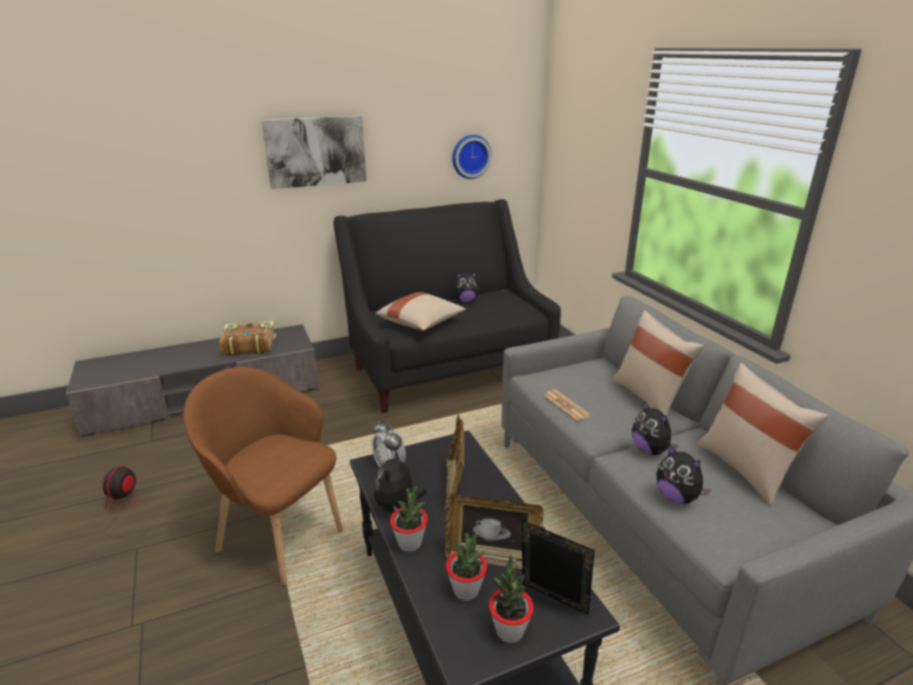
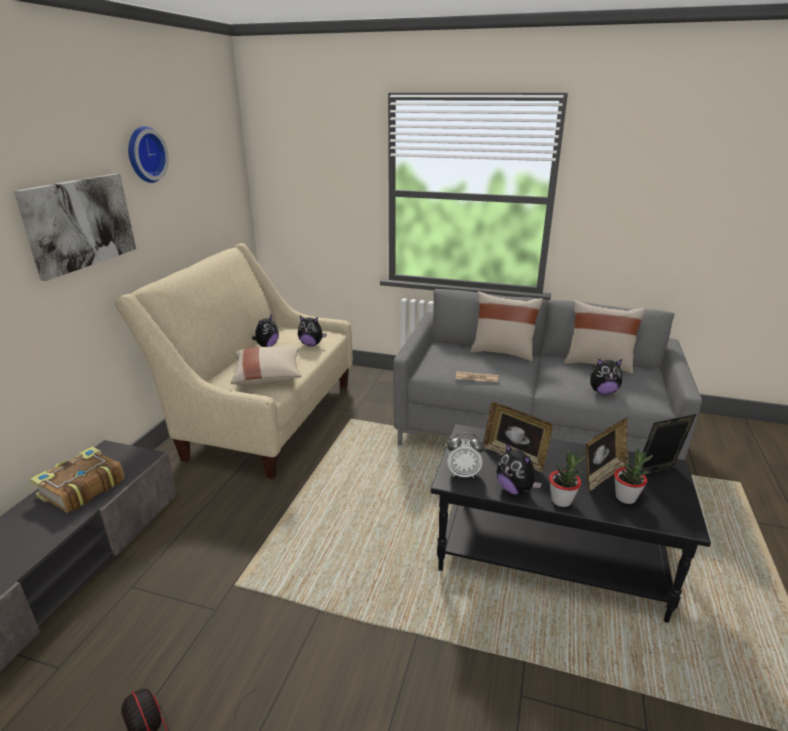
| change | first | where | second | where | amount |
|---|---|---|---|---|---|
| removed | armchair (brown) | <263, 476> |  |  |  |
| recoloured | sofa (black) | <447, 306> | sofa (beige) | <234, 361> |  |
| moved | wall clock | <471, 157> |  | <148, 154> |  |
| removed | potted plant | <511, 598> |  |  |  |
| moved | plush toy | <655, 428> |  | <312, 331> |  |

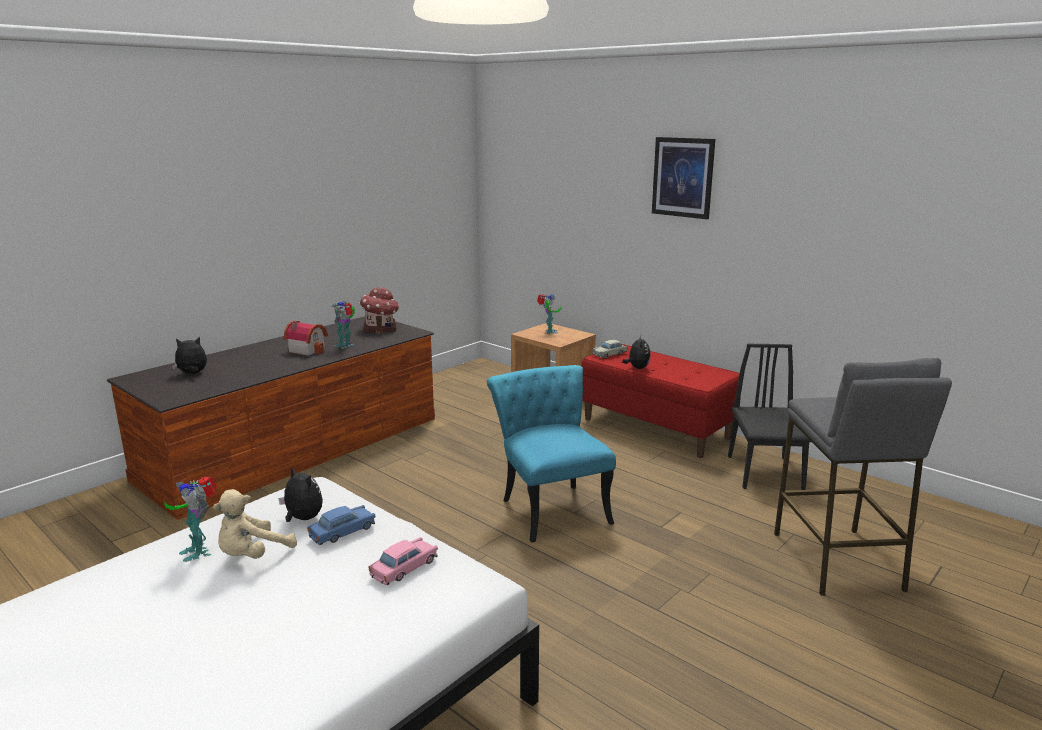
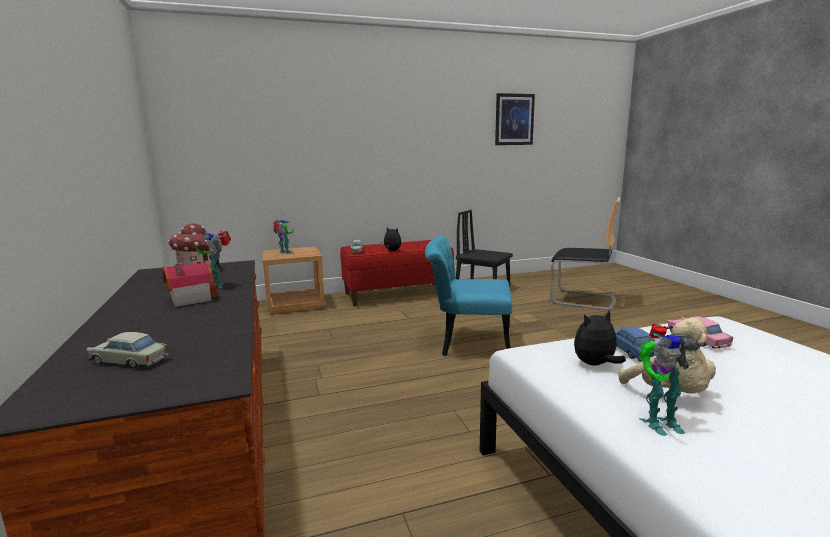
| change | first | where | second | where | amount |
|---|---|---|---|---|---|
| replaced | plush toy | <189, 355> | toy car (beige) | <127, 350> |  |
| moved | picture | <683, 178> |  | <515, 119> |  |
| replaced | stool (grey) | <863, 477> | chair | <585, 254> |  |

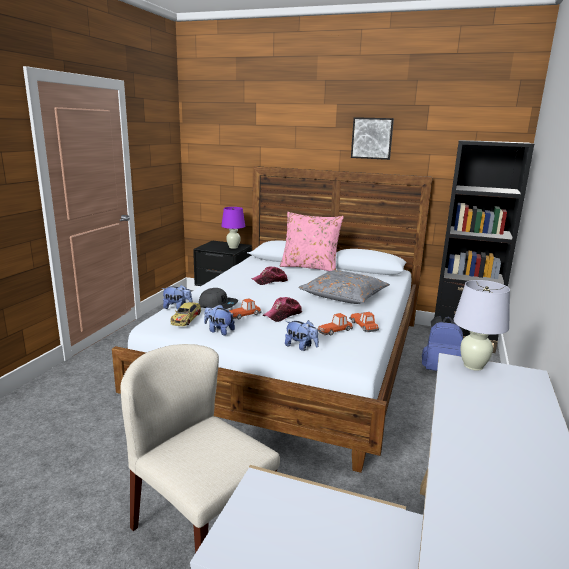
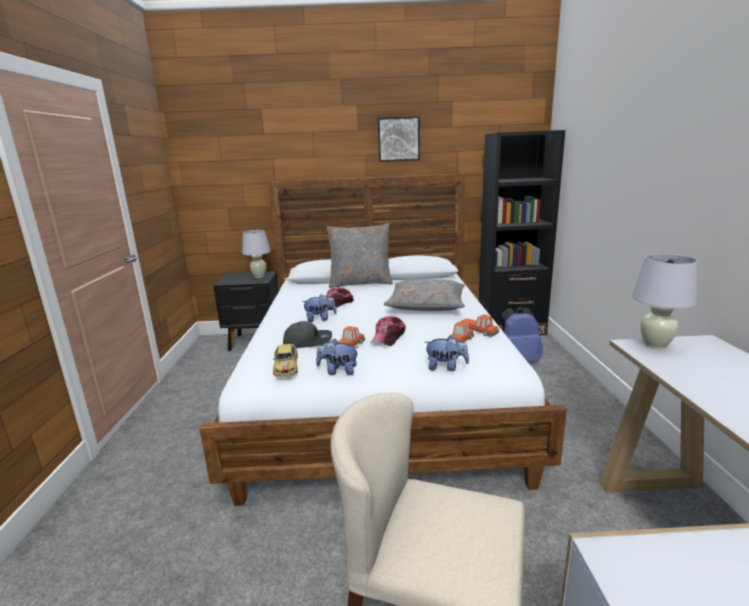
| change | first | where | second | where | amount |
|---|---|---|---|---|---|
| moved | plush toy | <177, 297> |  | <319, 308> |  |
| recoloured | table lamp (purple) | <233, 228> | table lamp (white) | <256, 254> |  |
| recoloured | pillow (pink) | <312, 241> | pillow (grey) | <359, 255> |  |

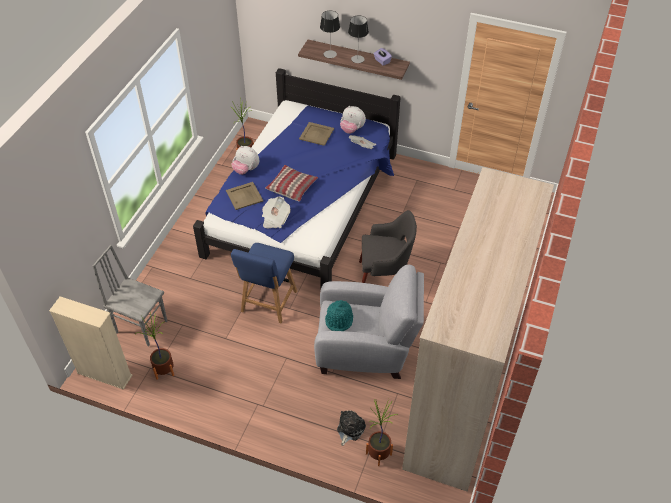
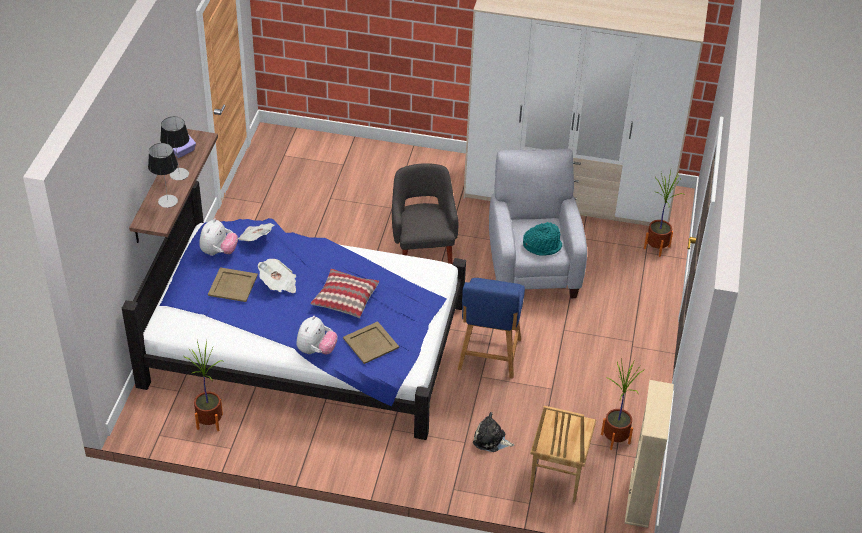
| change | first | where | second | where | amount |
|---|---|---|---|---|---|
| recoloured | chair (grey) | <130, 295> | chair (brown) | <563, 454> |  |
| turned | chair (blue) | <264, 283> |  | <491, 328> | 90 degrees clockwise |
| moved | newspaper | <276, 212> |  | <277, 276> |  |
| moved | plush toy | <351, 428> |  | <494, 432> |  |

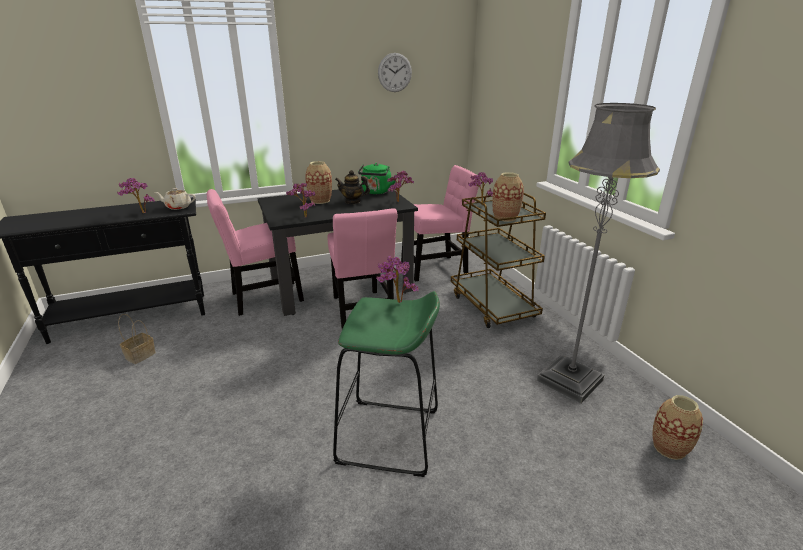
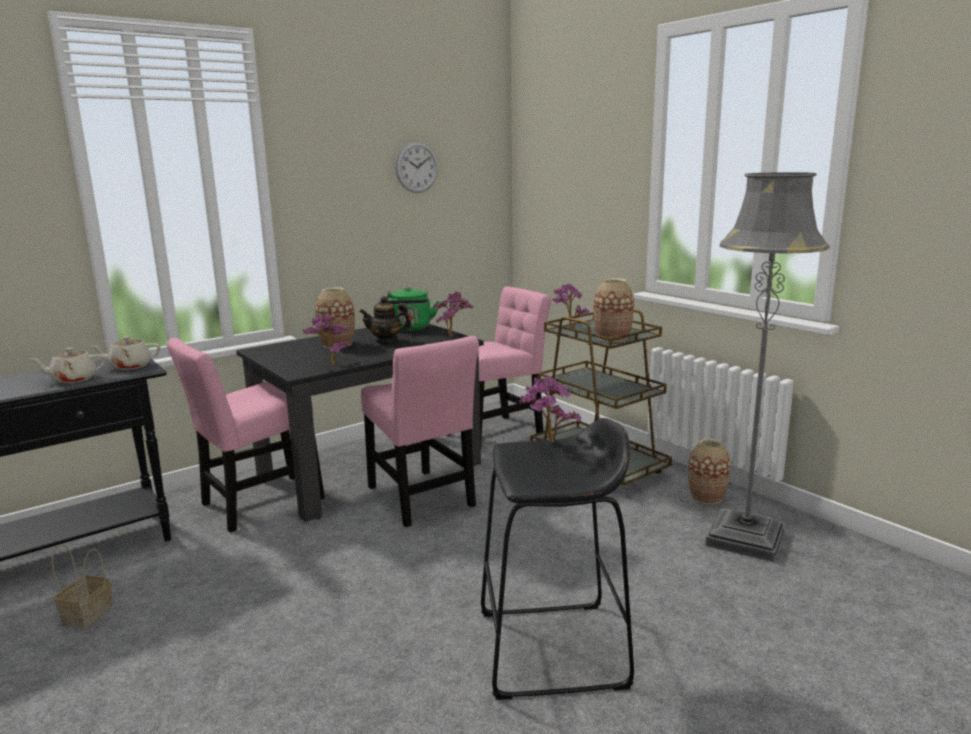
| change | first | where | second | where | amount |
|---|---|---|---|---|---|
| replaced | potted plant | <136, 195> | teapot (beige) | <68, 365> |  |
| recoloured | stool (green) | <386, 384> | stool (black) | <557, 559> |  |
| moved | vase | <677, 427> |  | <709, 471> |  |

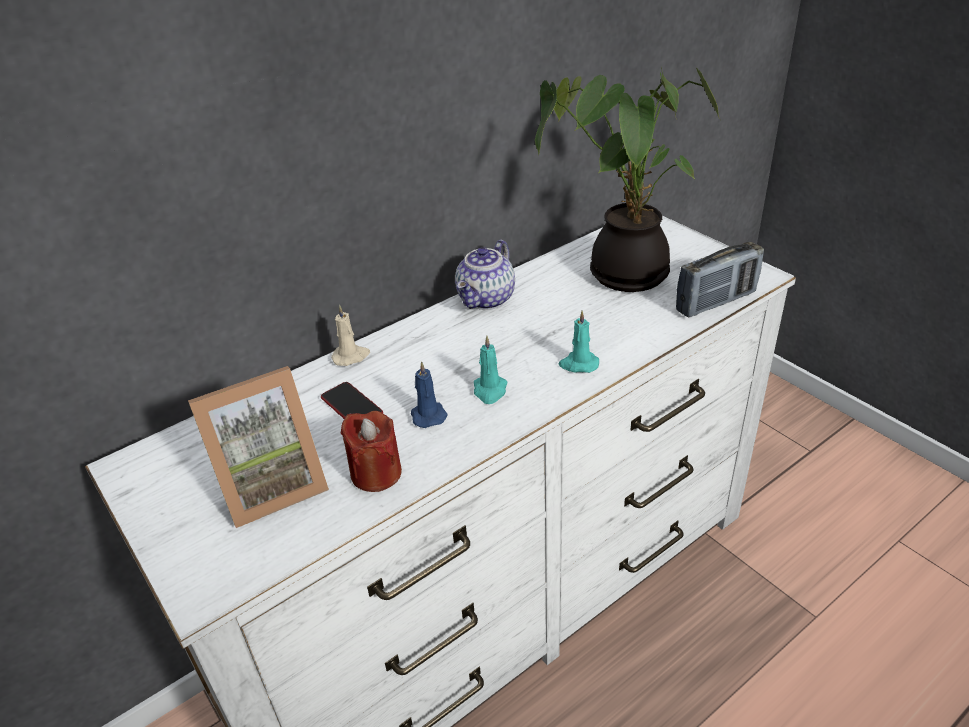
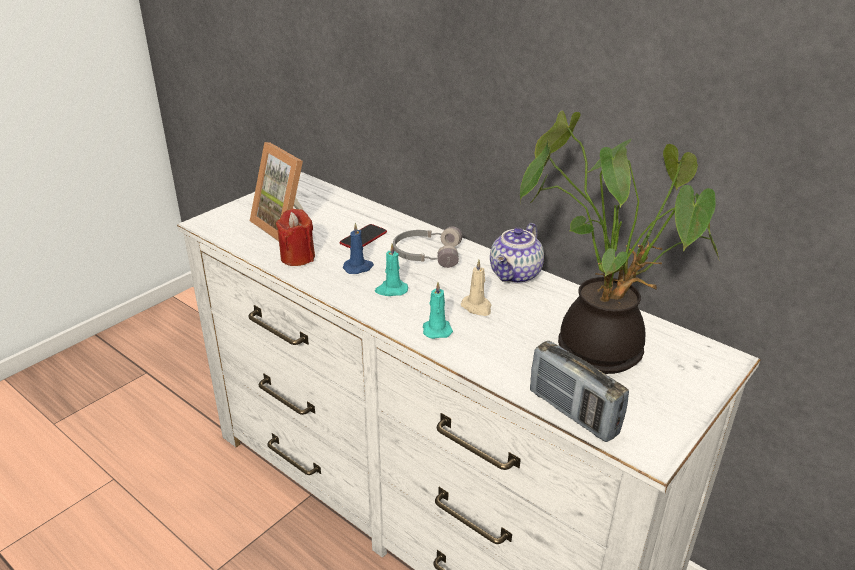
| change | first | where | second | where | amount |
|---|---|---|---|---|---|
| moved | candle (beige) | <350, 335> |  | <476, 288> |  |
| turned | teapot | <485, 274> |  | <517, 253> | 75 degrees counterclockwise |
| added |  |  | headphones (grey) | <427, 247> |  |

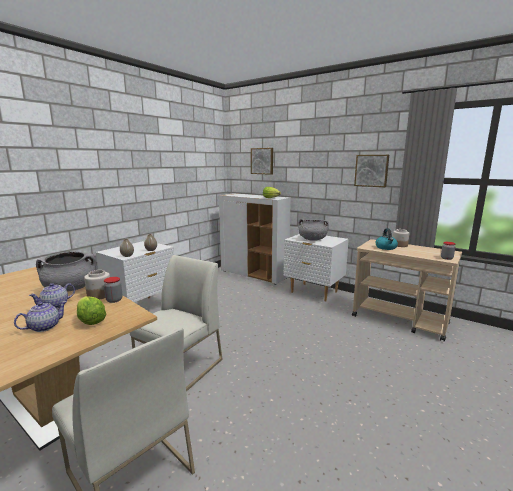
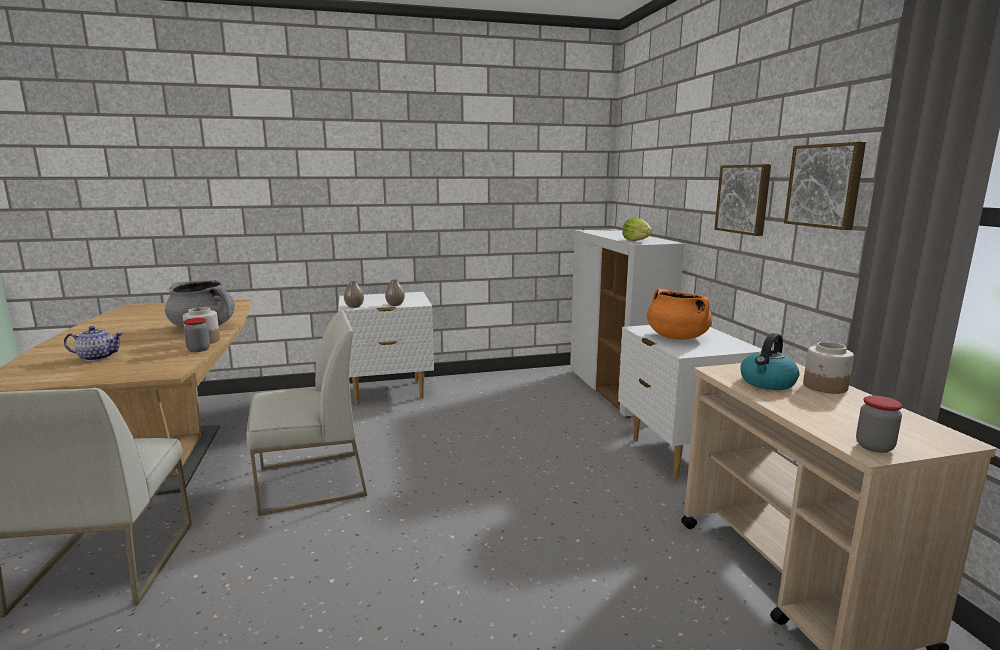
| change | first | where | second | where | amount |
|---|---|---|---|---|---|
| removed | teapot | <52, 295> |  |  |  |
| removed | lettuce | <91, 310> |  |  |  |
| moved | picture | <262, 161> |  | <742, 200> |  |
| recoloured | cooking pot (grey) | <313, 230> | cooking pot (orange) | <679, 314> |  |

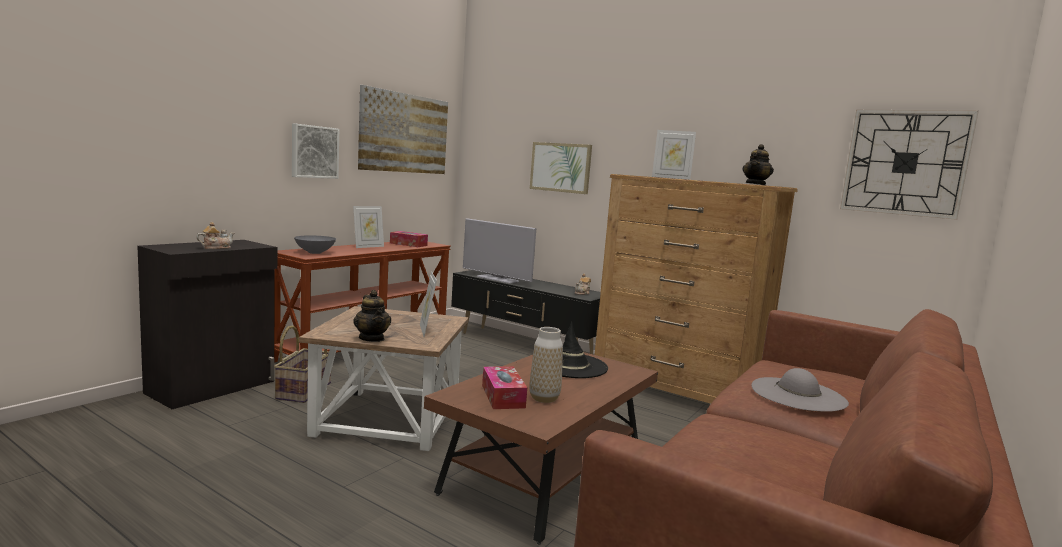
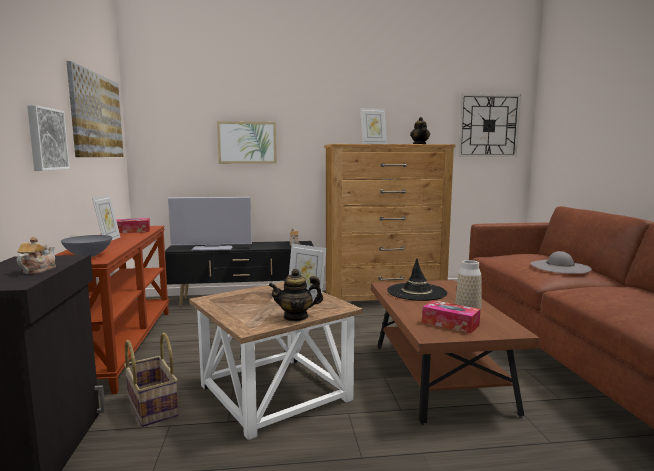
| change | first | where | second | where | amount |
|---|---|---|---|---|---|
| turned | teapot | <372, 316> |  | <295, 295> | 150 degrees clockwise |

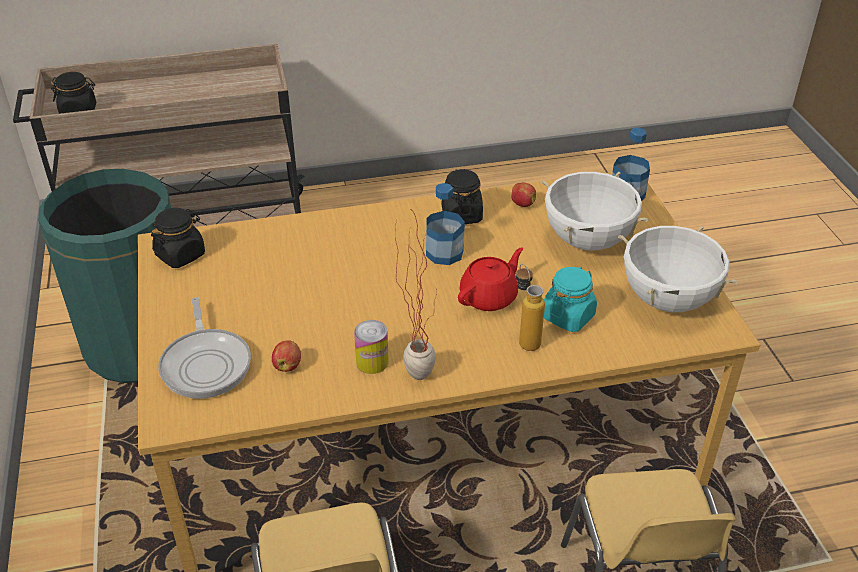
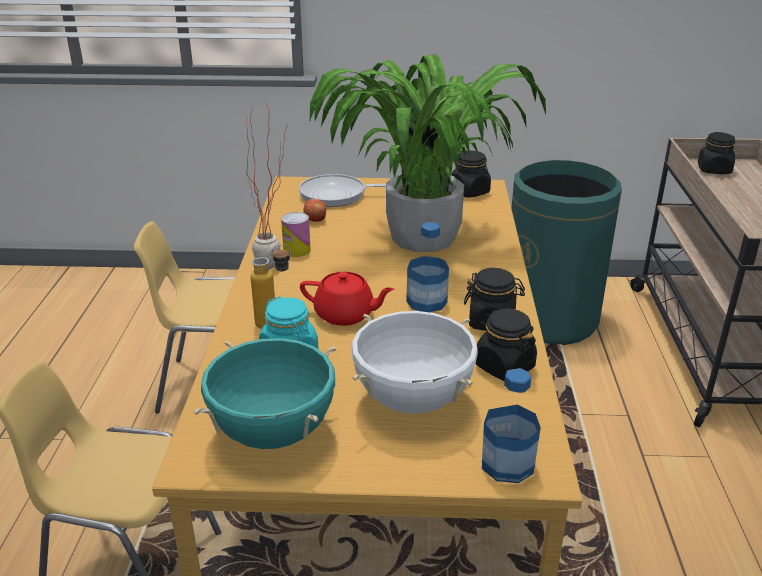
| change | first | where | second | where | amount |
|---|---|---|---|---|---|
| turned | teapot (red) | <490, 279> |  | <347, 299> | 45 degrees counterclockwise |
| replaced | apple | <524, 194> | jar (black) | <506, 345> |  |
| recoloured | cooking pot (white) | <678, 269> | cooking pot (turquoise) | <265, 393> |  |
| added |  |  | potted plant | <428, 153> |  |

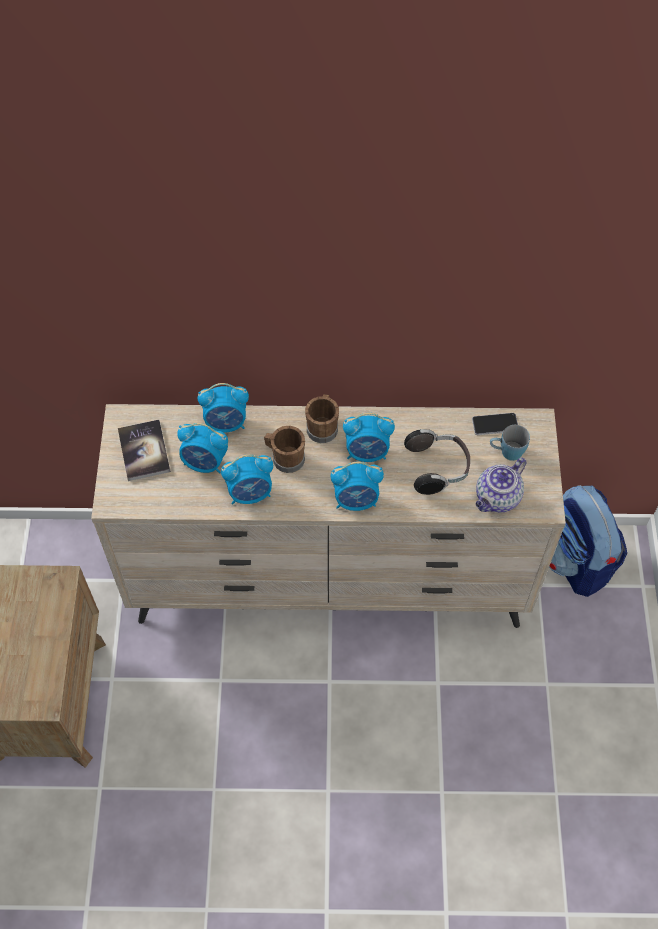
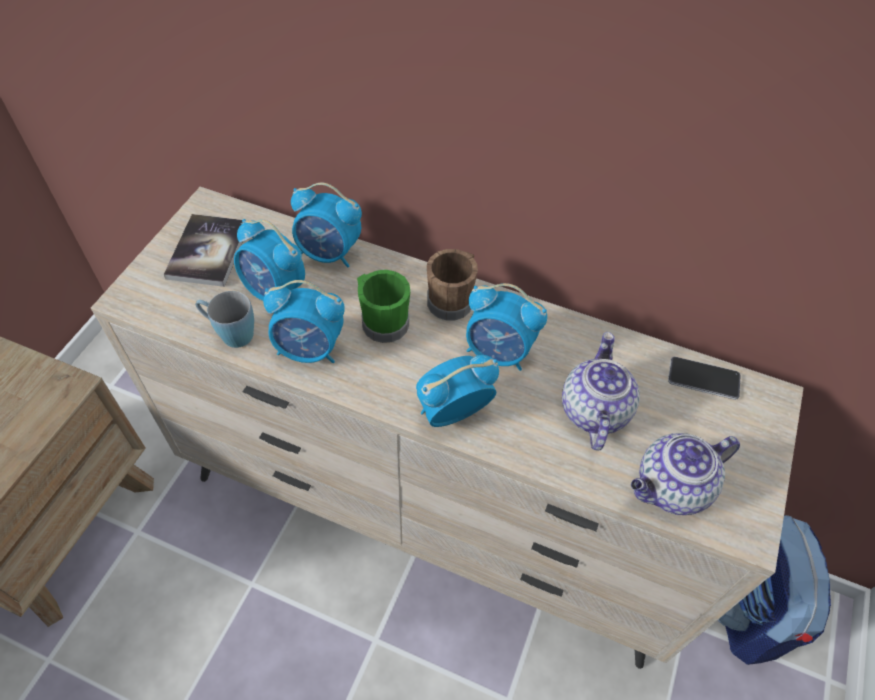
| change | first | where | second | where | amount |
|---|---|---|---|---|---|
| recoloured | mug (brown) | <284, 449> | mug (green) | <383, 306> |  |
| turned | alarm clock | <357, 486> |  | <457, 391> | 135 degrees clockwise |
| replaced | headphones | <437, 462> | teapot | <601, 391> |  |
| moved | mug (blue) | <510, 443> |  | <224, 319> |  |

